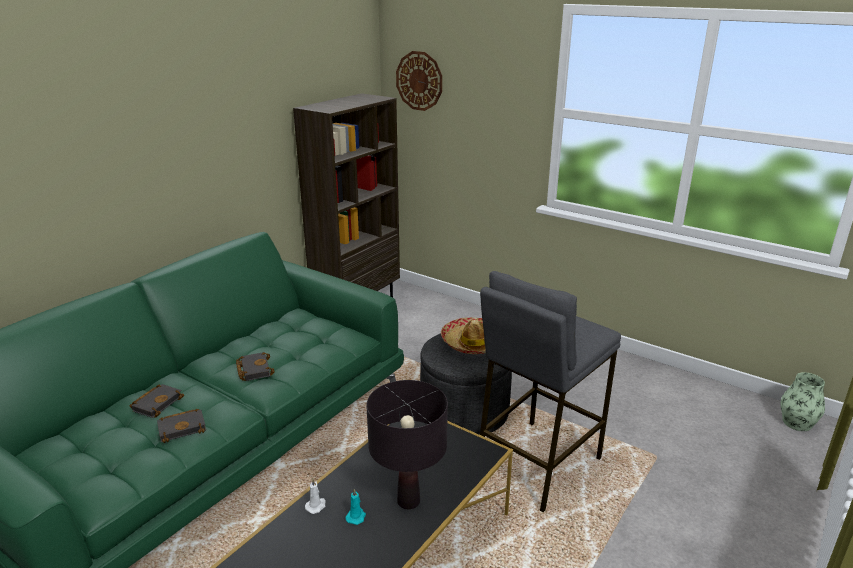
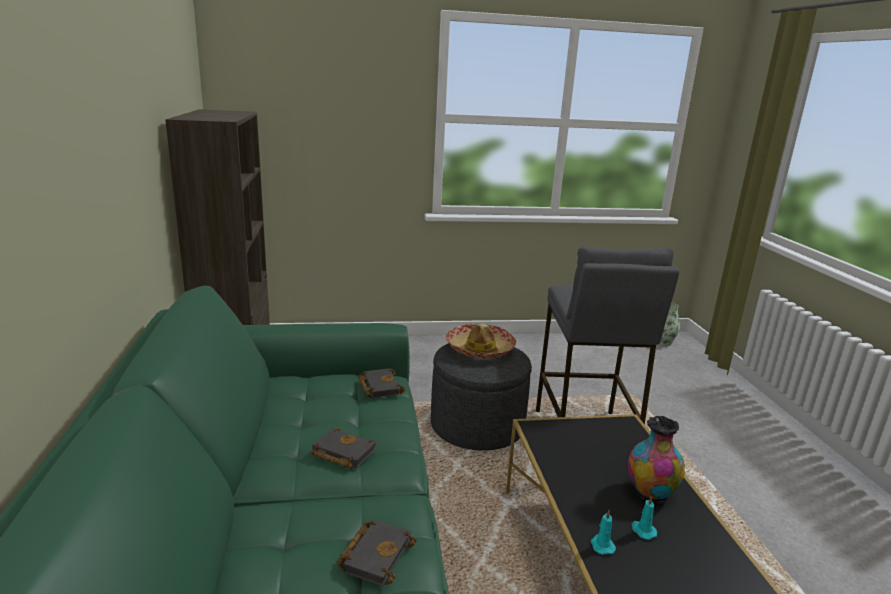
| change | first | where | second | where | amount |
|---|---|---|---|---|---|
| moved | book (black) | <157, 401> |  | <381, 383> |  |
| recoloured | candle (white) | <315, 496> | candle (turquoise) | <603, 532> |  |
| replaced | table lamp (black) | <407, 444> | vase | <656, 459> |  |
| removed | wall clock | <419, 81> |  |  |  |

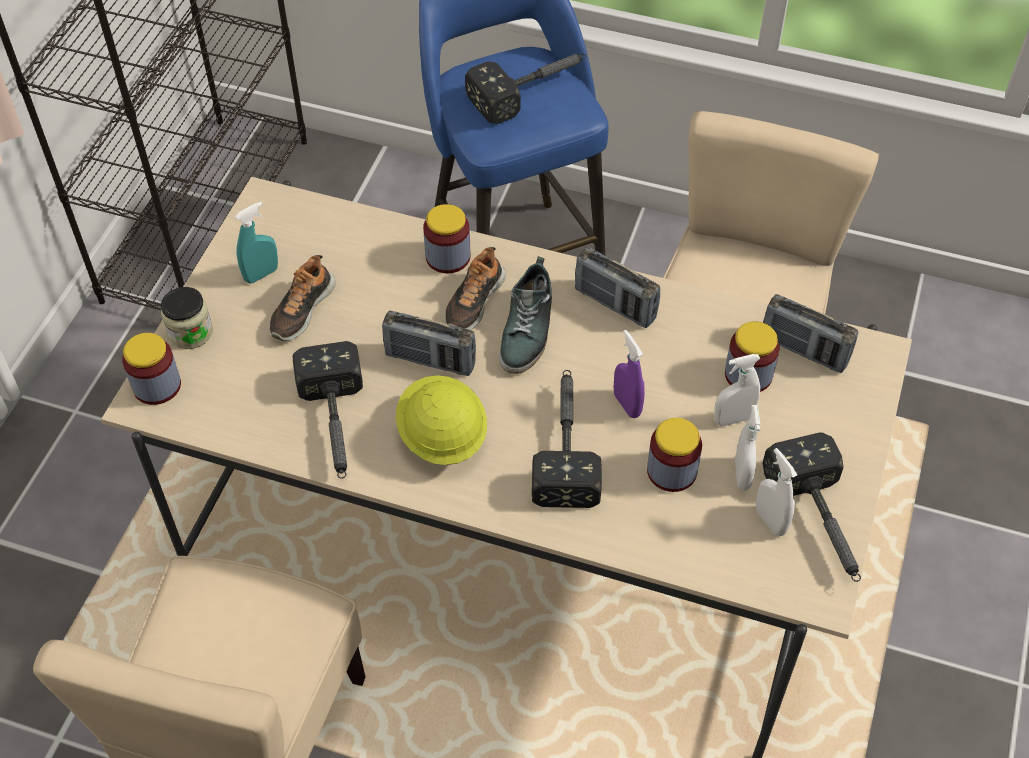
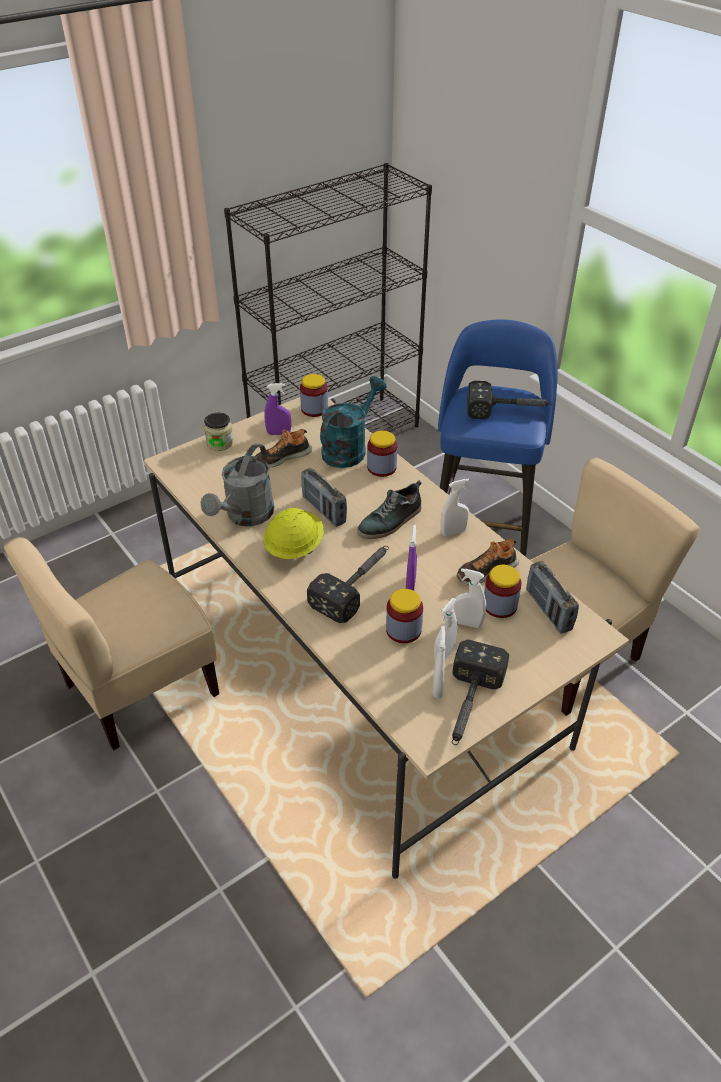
| change | first | where | second | where | amount |
|---|---|---|---|---|---|
| moved | jar | <151, 369> |  | <314, 395> |  |
| recoloured | spray bottle (turquoise) | <256, 242> | spray bottle (purple) | <277, 409> |  |
| replaced | hammer | <328, 410> | watering can (grey) | <237, 484> |  |
| moved | shoe | <475, 288> |  | <487, 561> |  |
| replaced | radio | <617, 287> | spray bottle (white) | <454, 507> |  |
| added |  |  | watering can (turquoise) | <353, 422> |  |

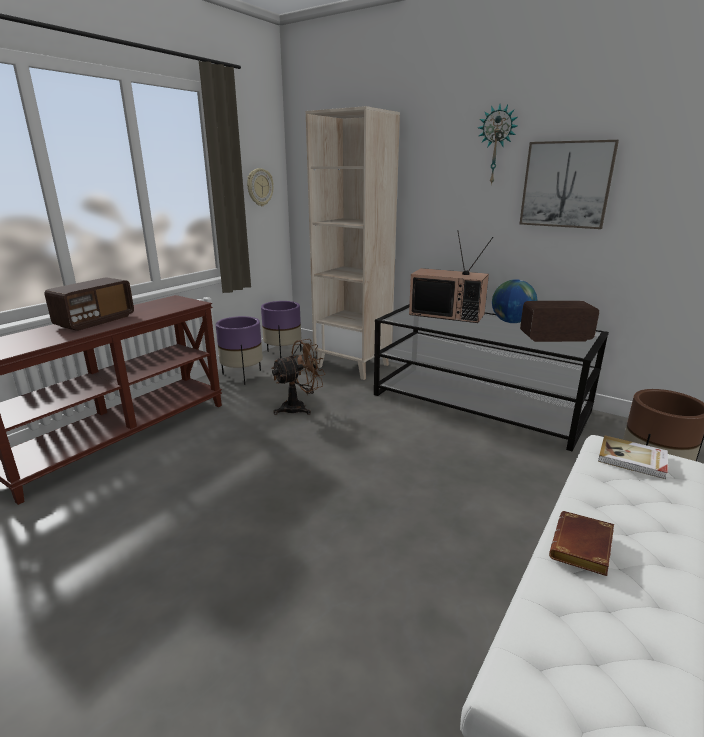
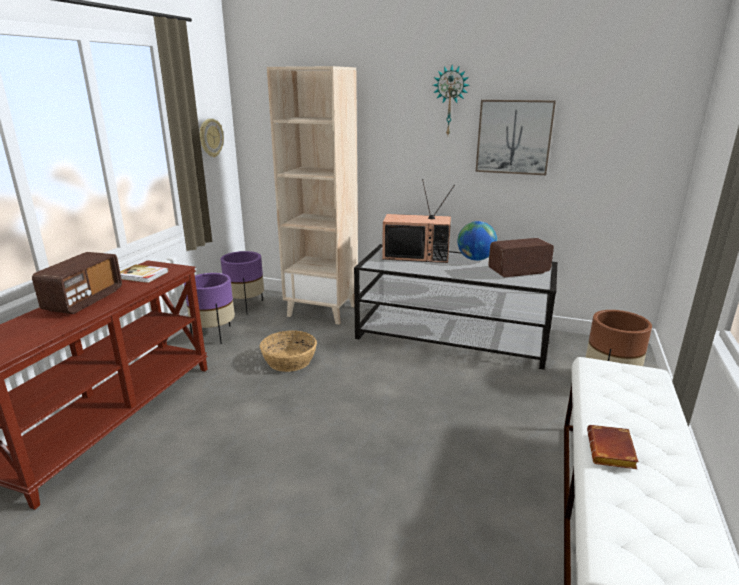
| change | first | where | second | where | amount |
|---|---|---|---|---|---|
| replaced | fan (brown) | <298, 377> | basket | <288, 351> |  |
| moved | book | <633, 457> |  | <144, 273> |  |

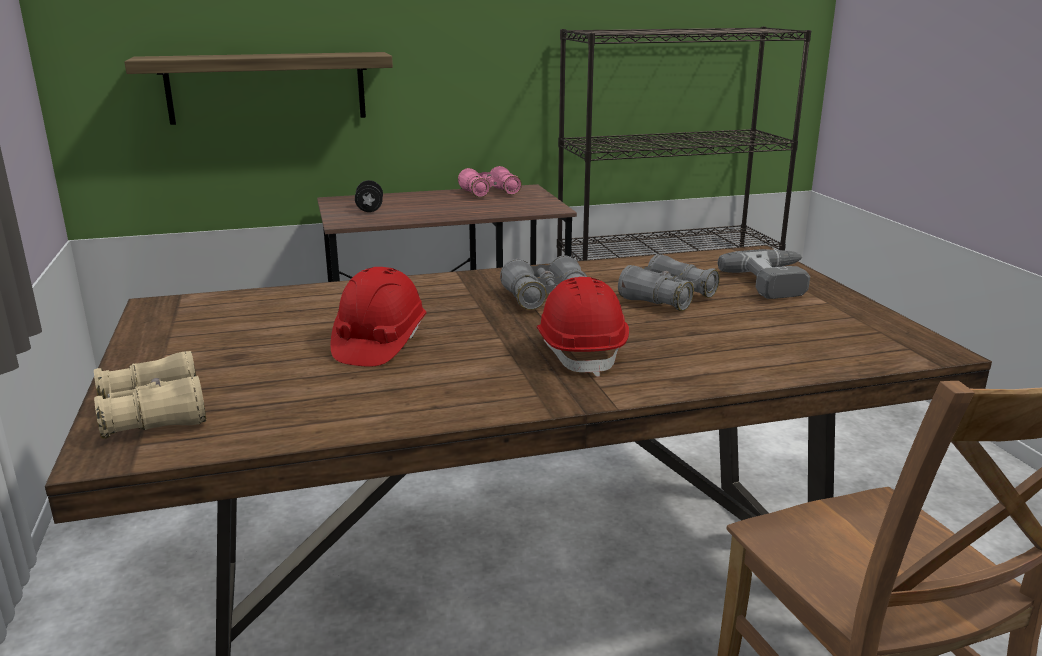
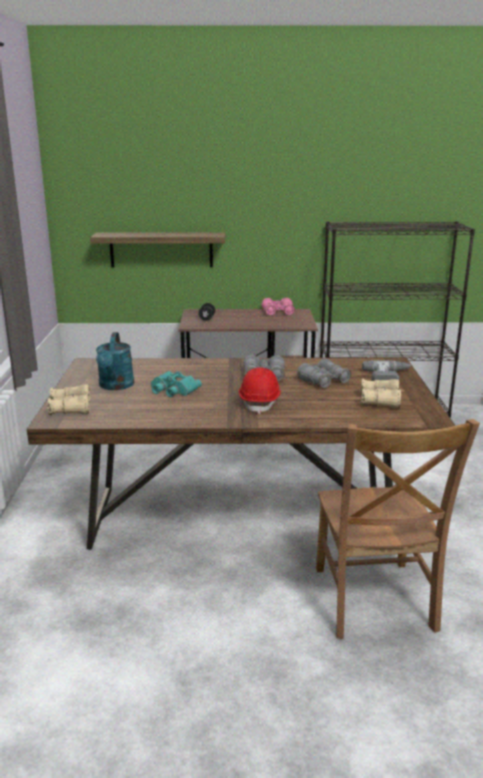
| change | first | where | second | where | amount |
|---|---|---|---|---|---|
| replaced | hard hat (red) | <378, 317> | binoculars (turquoise) | <176, 384> |  |
| added |  |  | watering can (turquoise) | <115, 361> |  |
| added |  |  | binoculars (beige) | <381, 393> |  |

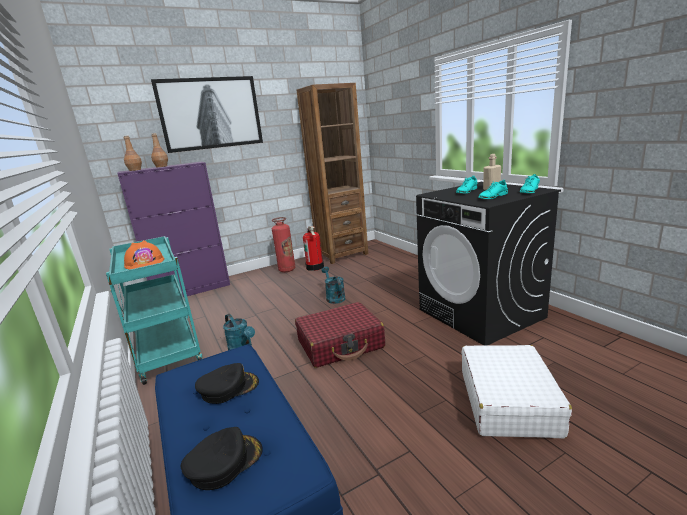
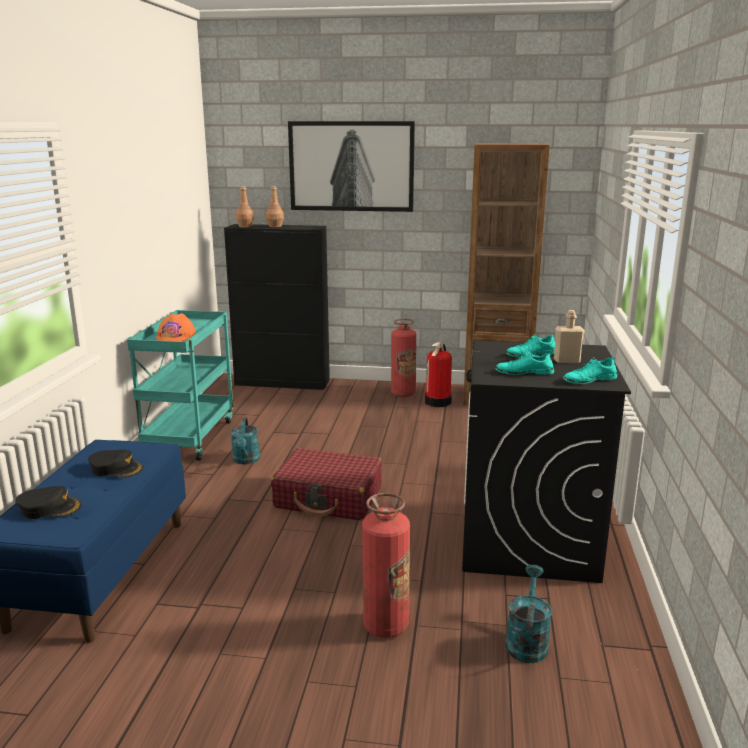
| change | first | where | second | where | amount |
|---|---|---|---|---|---|
| recoloured | cabinet (purple) | <173, 229> | cabinet (black) | <277, 307> |  |
| moved | watering can (turquoise) | <333, 285> |  | <528, 614> |  |
| replaced | suitcase (white) | <516, 392> | fire extinguisher | <386, 565> |  |

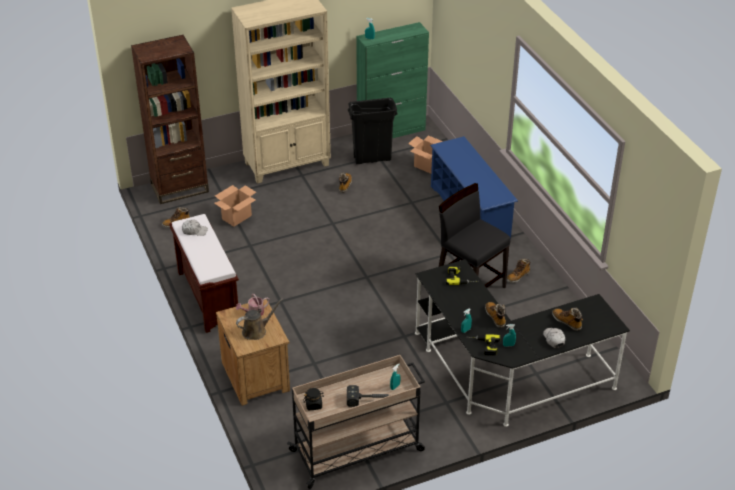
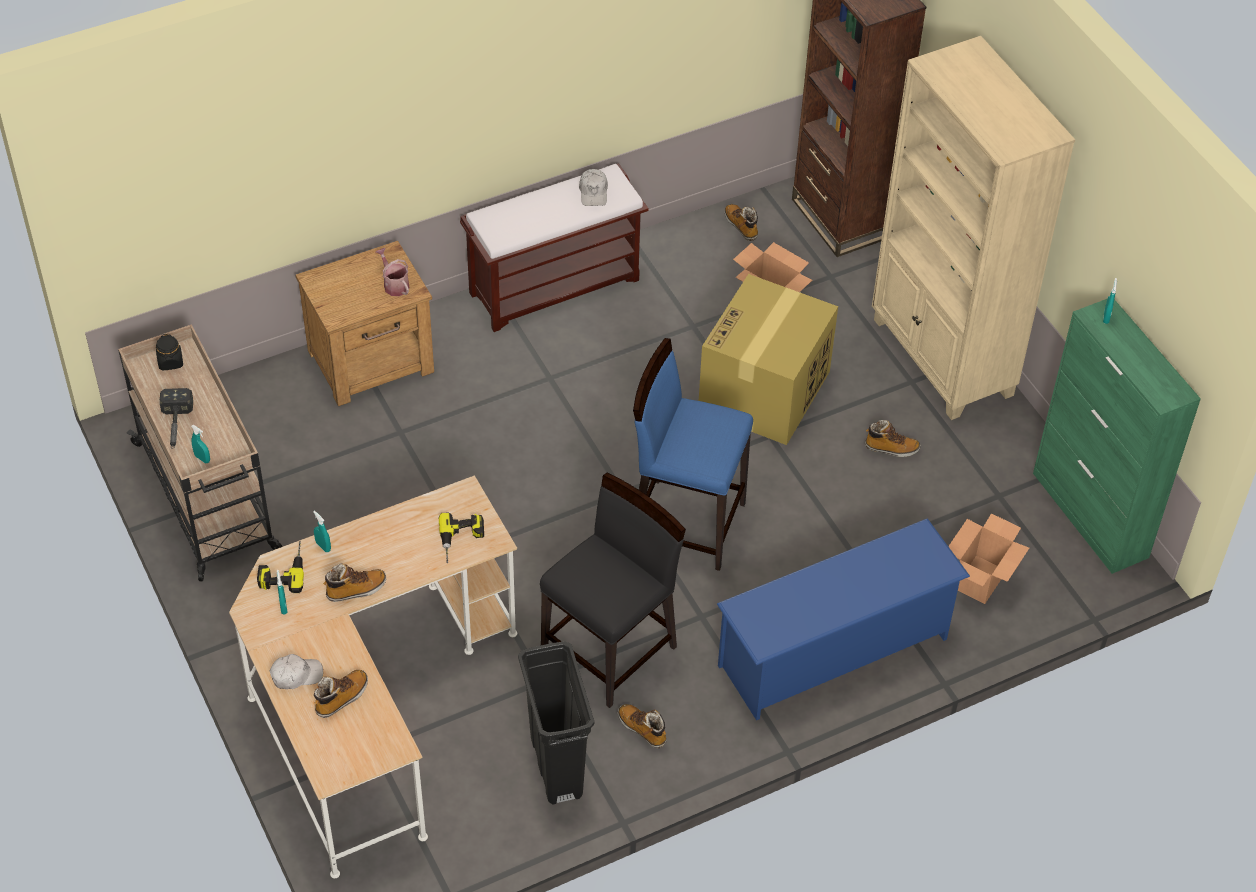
| change | first | where | second | where | amount |
|---|---|---|---|---|---|
| removed | watering can (brown) | <259, 319> |  |  |  |
| moved | trash can (black) | <373, 131> |  | <556, 723> |  |
| recoloured | desk (black) | <522, 343> | desk (beige) | <373, 676> |  |
| added |  |  | stool (blue) | <693, 454> |  |
| added |  |  | cardboard box | <768, 359> |  |

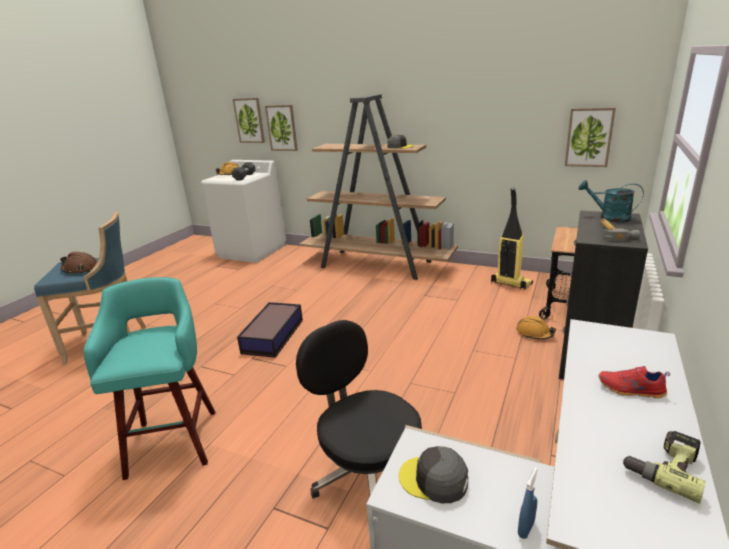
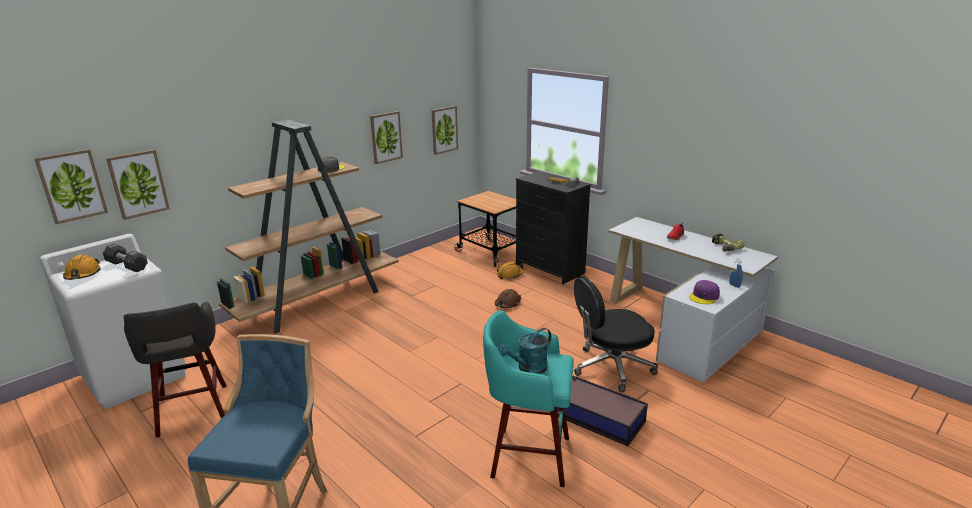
| change | first | where | second | where | amount |
|---|---|---|---|---|---|
| moved | hard hat (brown) | <78, 263> |  | <508, 298> |  |
| moved | storage box | <270, 330> |  | <602, 411> |  |
| recoloured | cap (grey) | <433, 474> | cap (purple) | <704, 292> |  |
| removed | vacuum cleaner | <512, 239> |  |  |  |
| moved | watering can (turquoise) | <611, 201> |  | <524, 351> |  |
| added |  |  | stool (grey) | <174, 369> |  |
| added |  |  | picture | <386, 137> |  |

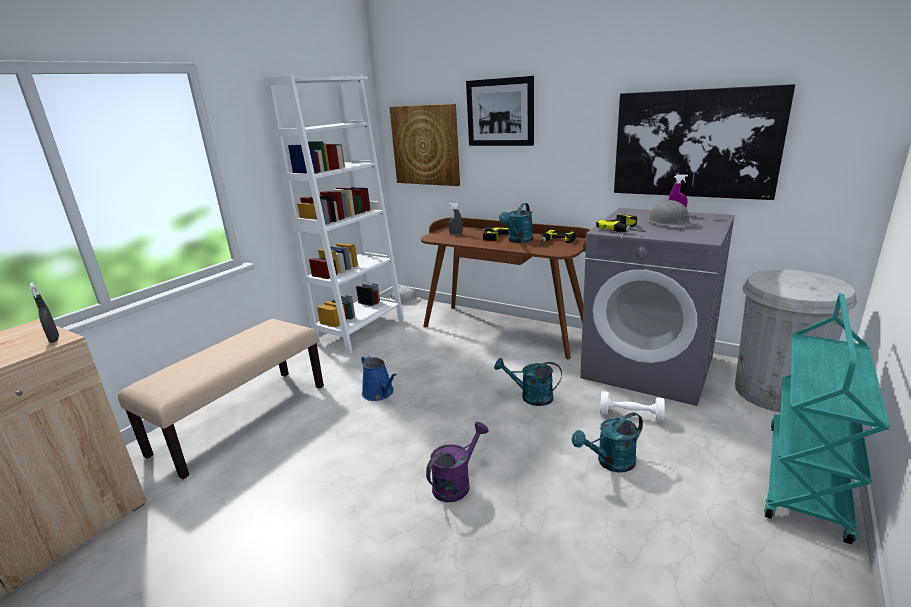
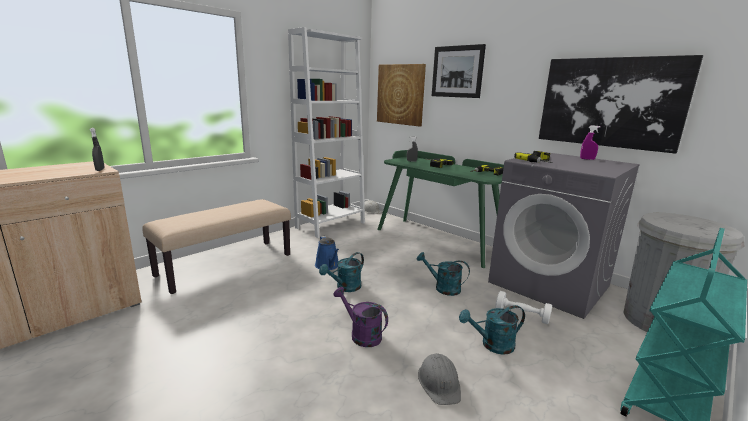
| change | first | where | second | where | amount |
|---|---|---|---|---|---|
| recoloured | desk (brown) | <506, 288> | desk (green) | <440, 209> |  |
| turned | watering can (purple) | <457, 462> |  | <360, 317> | 105 degrees counterclockwise |
| moved | watering can (turquoise) | <516, 223> |  | <341, 272> |  |
| moved | hard hat (grey) | <672, 214> |  | <439, 379> |  |

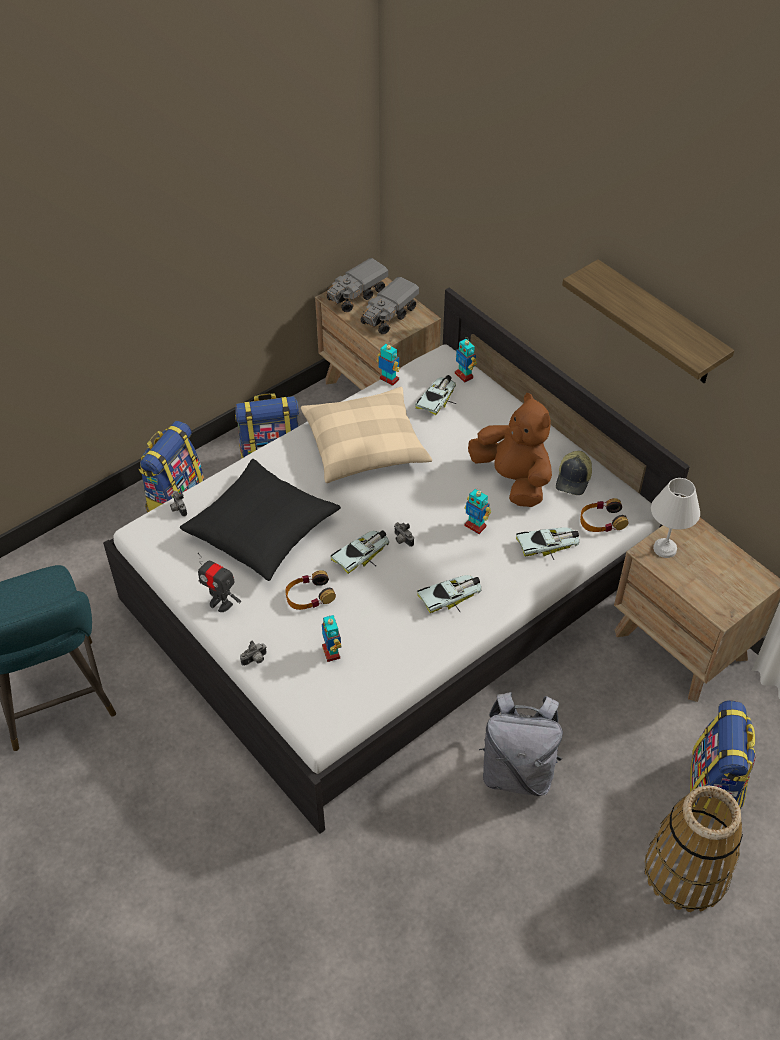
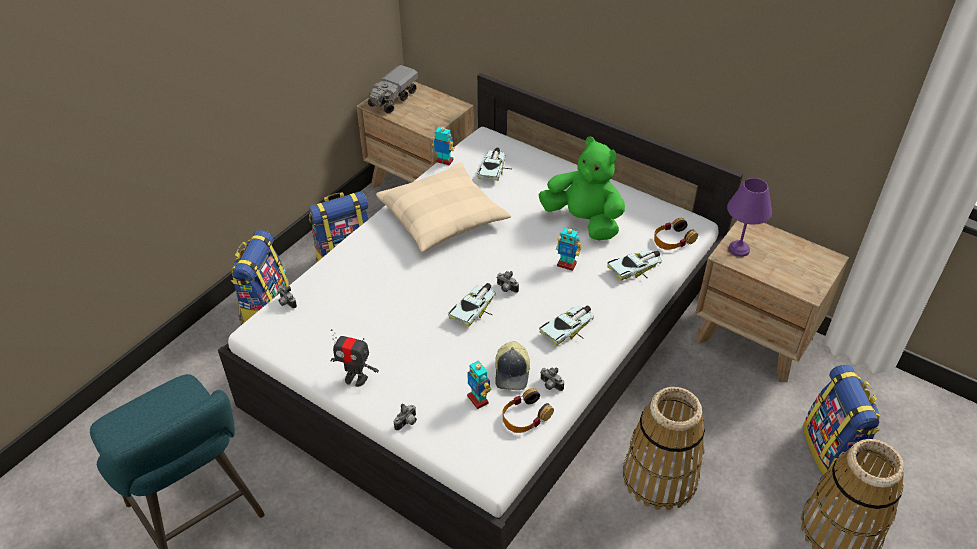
| change | first | where | second | where | amount |
|---|---|---|---|---|---|
| removed | pillow (black) | <260, 520> |  |  |  |
| moved | headphones | <310, 590> |  | <528, 410> |  |
| removed | toy truck | <390, 305> |  |  |  |
| removed | toy robot | <466, 360> |  |  |  |
| recoloured | plush toy (brown) | <510, 450> | plush toy (green) | <581, 188> |  |
| replaced | backpack (grey) | <521, 744> | basket | <664, 448> |  |
| moved | cap | <574, 473> |  | <512, 365> |  |
| removed | shelf | <648, 321> |  |  |  |
| recoloured | table lamp (white) | <675, 518> | table lamp (purple) | <749, 217> |  |
| added |  |  | photo camera | <552, 379> |  |

